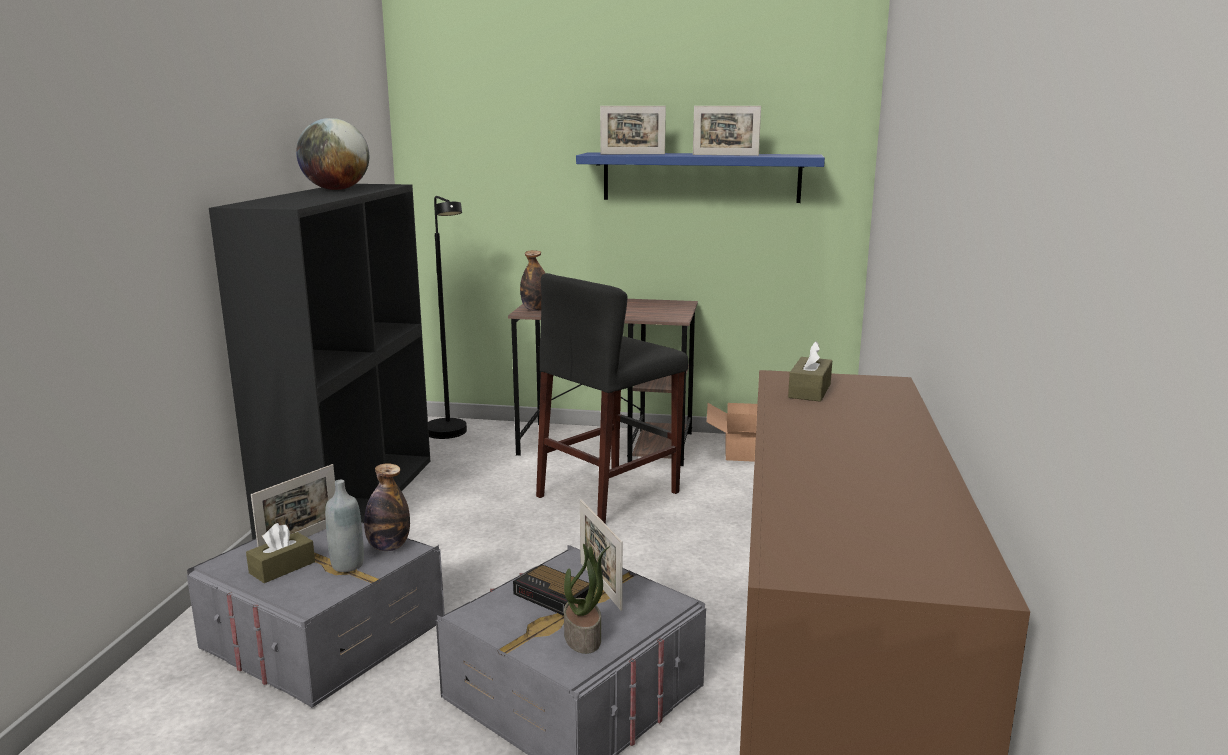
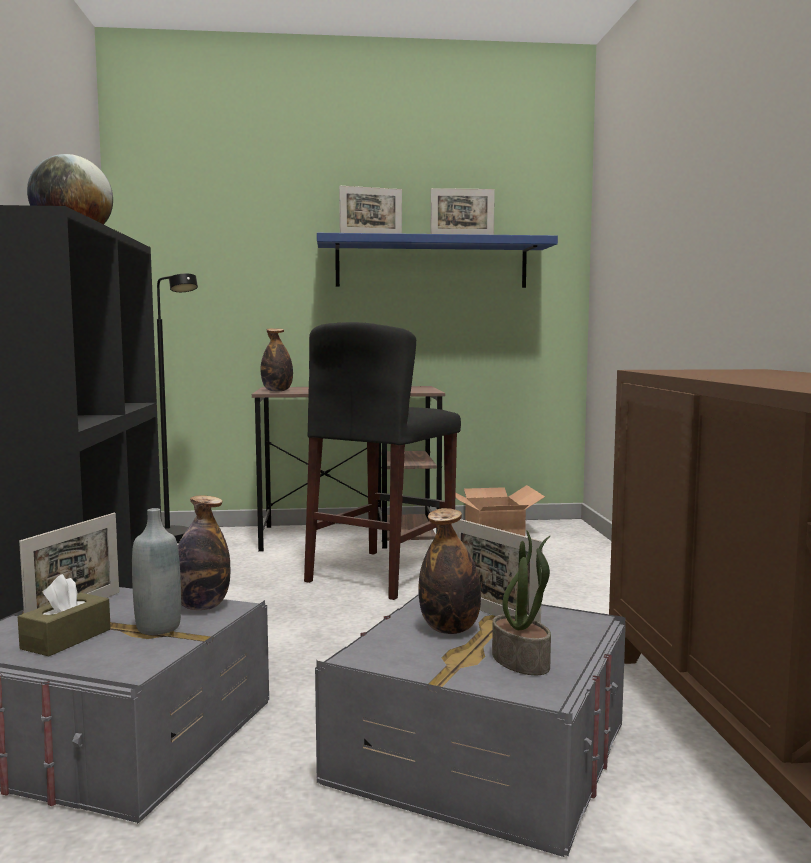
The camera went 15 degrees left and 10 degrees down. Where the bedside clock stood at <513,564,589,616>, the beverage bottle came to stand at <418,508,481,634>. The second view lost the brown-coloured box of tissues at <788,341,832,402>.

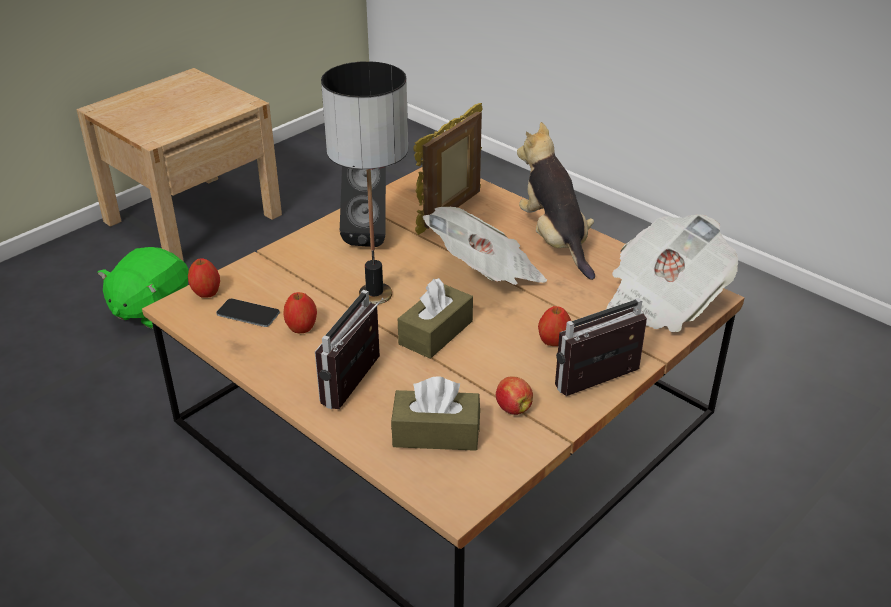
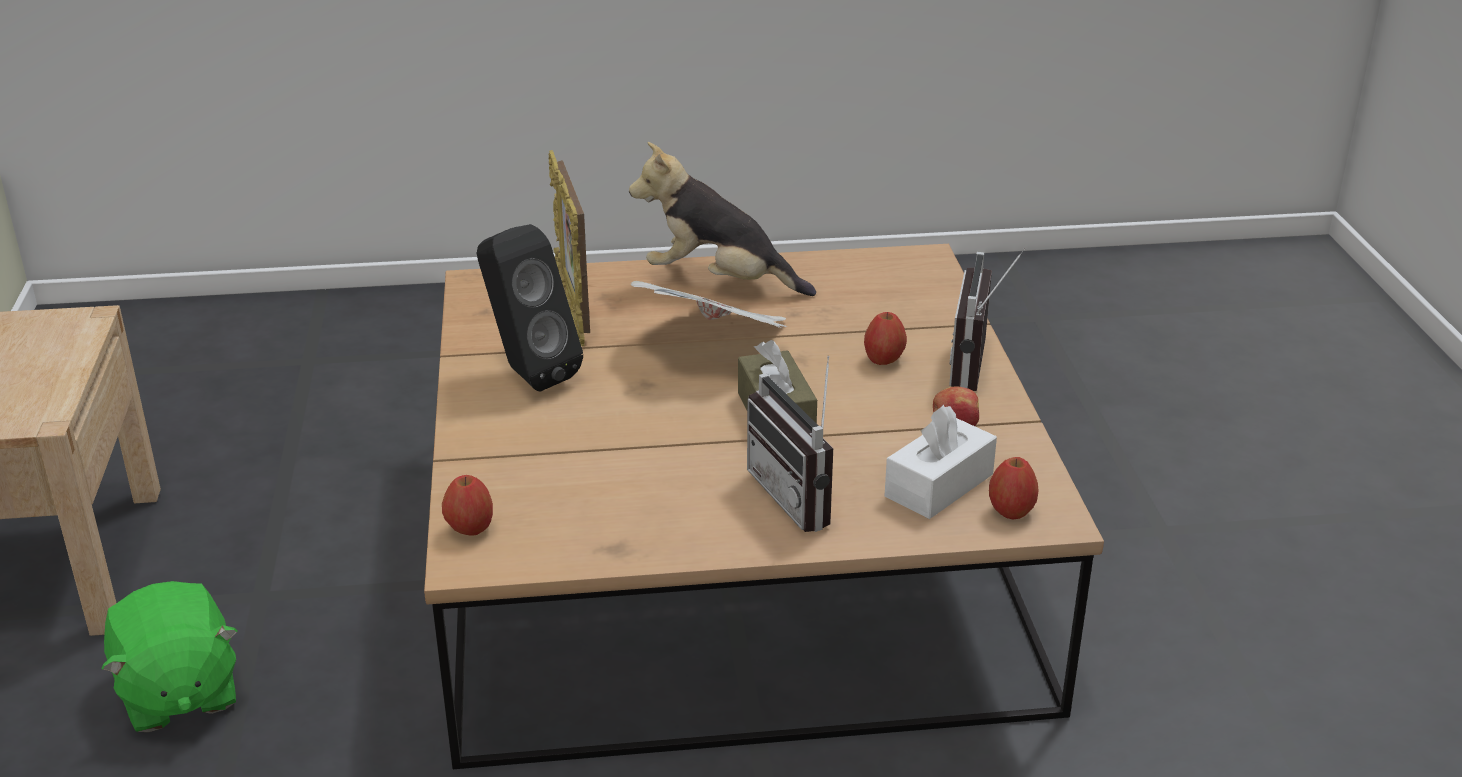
The camera went 50 degrees left and 5 degrees down. The second view lost the phone at <216,299,280,327>. The whole apple ended up elsewhere, having gone from <283,292,317,333> to <989,457,1038,519>. The second view lost the table lamp at <321,61,408,304>. What was the brown-coloured box of tissues at <391,376,480,451> turned into the white box of tissues at <885,405,997,519>. The second view lost the printed paper at <607,214,738,332>.

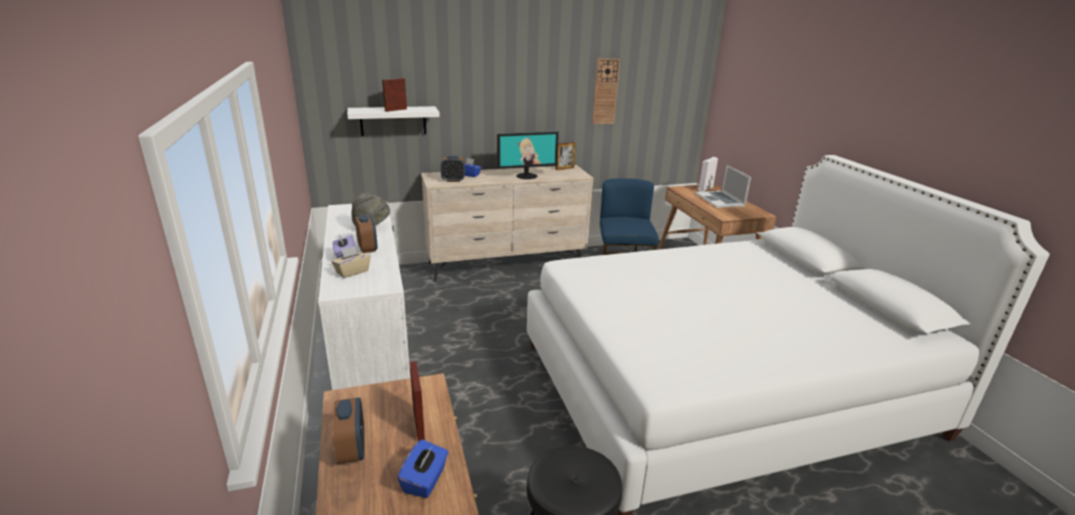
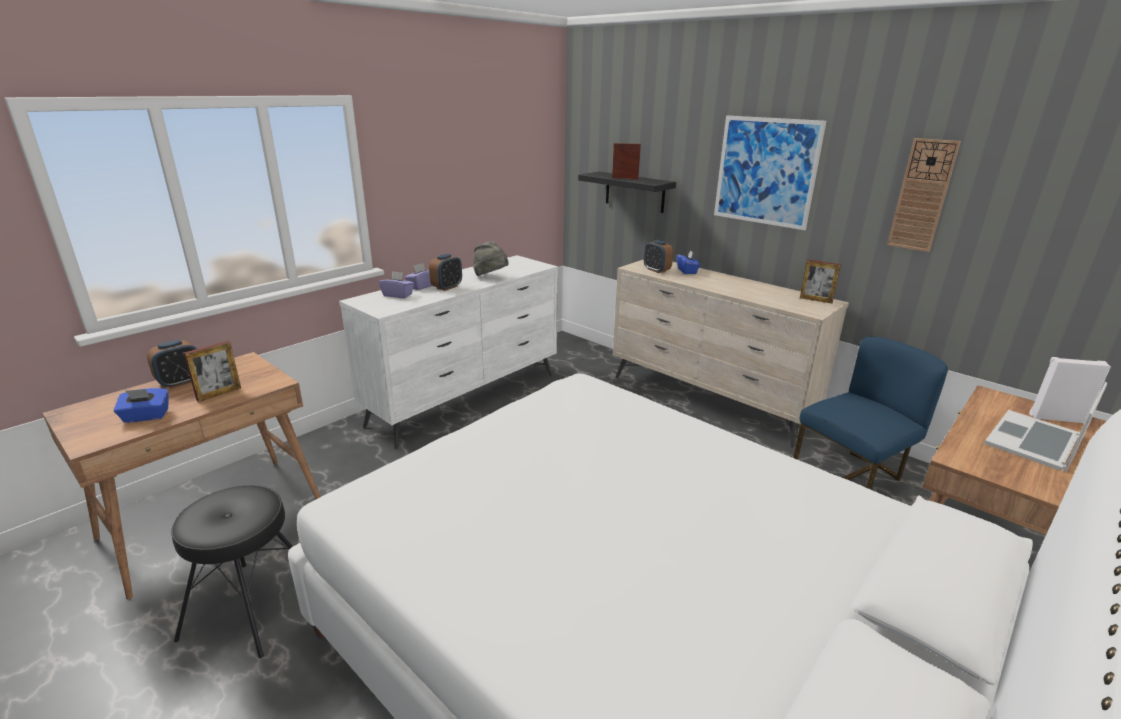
The camera went 60 degrees right and 0 degrees up. What was the beige-coloured box of tissues at <331,246,370,278> turned into the purple box of tissues at <379,271,414,298>. What was the white bracket shelf at <347,106,440,136> turned into the blackish bracket shelf at <578,172,676,213>. The second view lost the computer screen at <497,131,559,179>. The second view gained the picture at <714,116,826,230>.

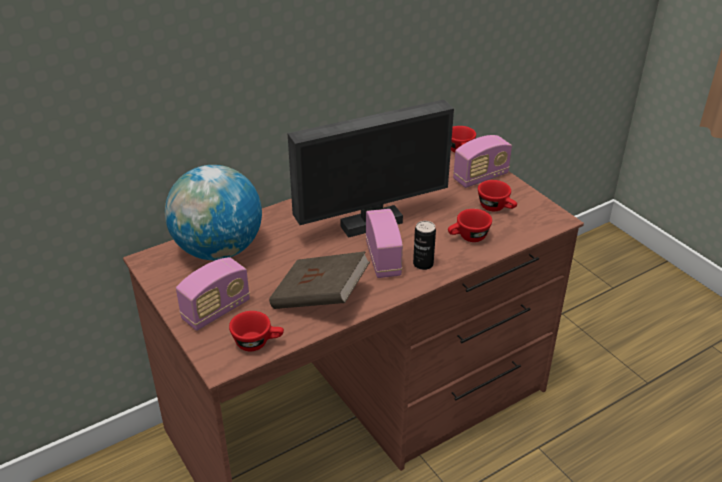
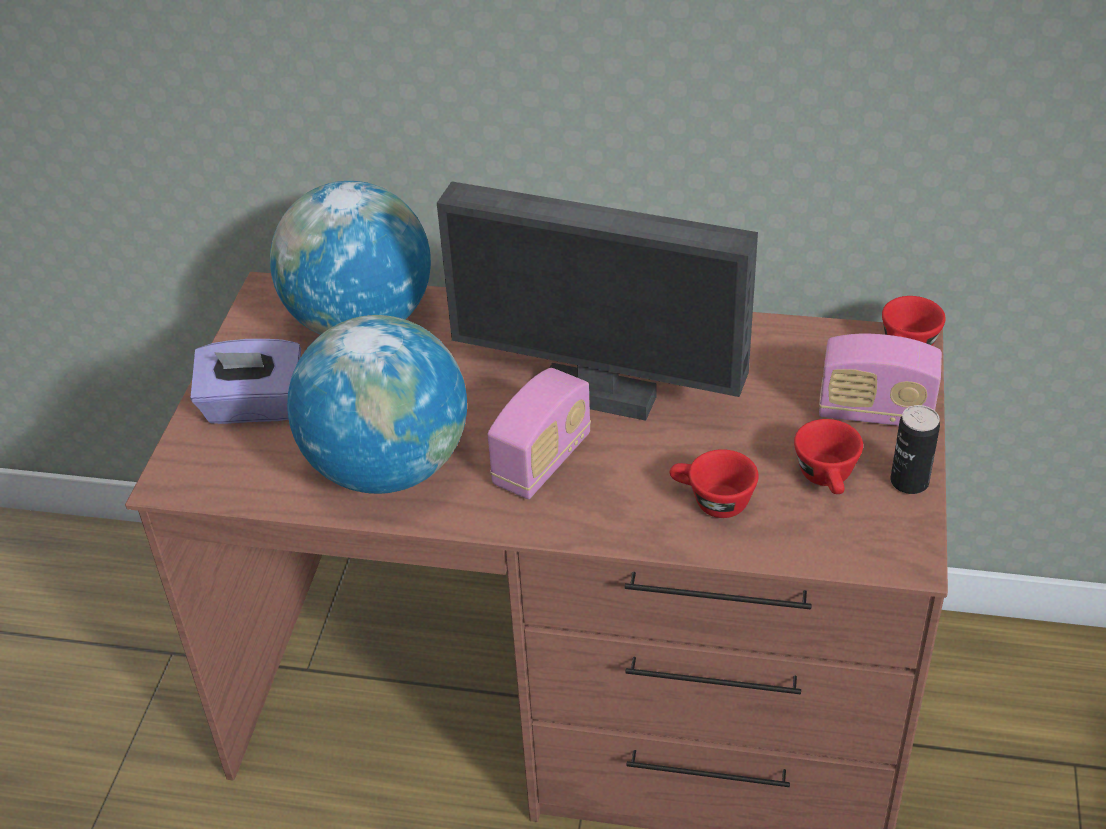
The camera went 45 degrees right and 5 degrees up. Where the radio stood at <176,257,250,331>, the purple box of tissues came to stand at <190,339,301,424>. The second view lost the reddish small cup at <229,311,284,352>. Where the brown-coloured volume stood at <269,251,370,309>, the globe came to stand at <287,315,467,494>. The can ended up elsewhere, having gone from <413,221,436,270> to <890,405,940,494>.

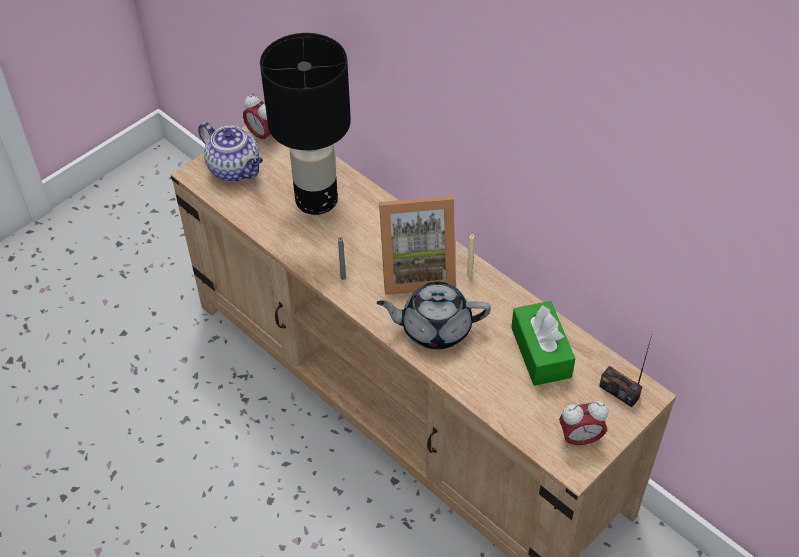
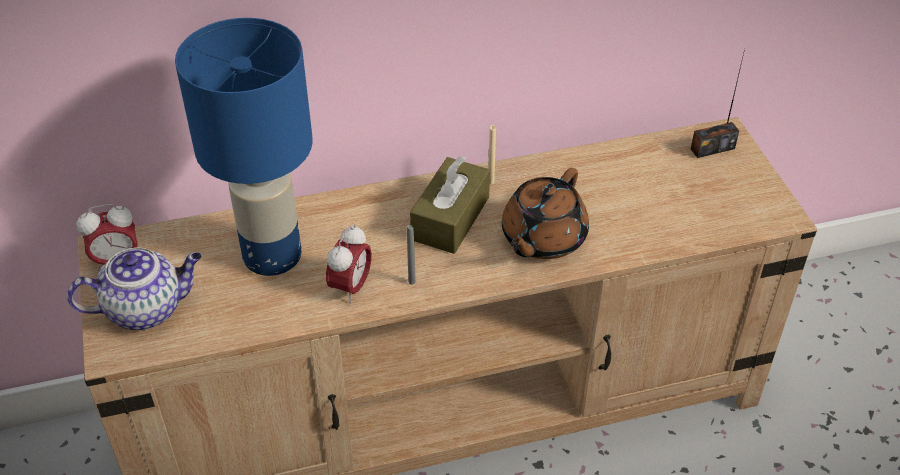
The camera went 60 degrees left and 5 degrees down. What was the blackish table lamp at <260,33,351,215> turned into the bluish table lamp at <175,18,313,276>. What was the greyish pot for tea at <376,282,491,349> turned into the brown-coloured pot for tea at <502,168,589,259>. Where the picture frame stood at <379,195,456,295>, the brown-coloured box of tissues came to stand at <410,156,490,254>. The second view lost the green-coloured box of tissues at <511,301,575,386>. The bedside clock ended up elsewhere, having gone from <559,401,608,448> to <326,224,372,304>.

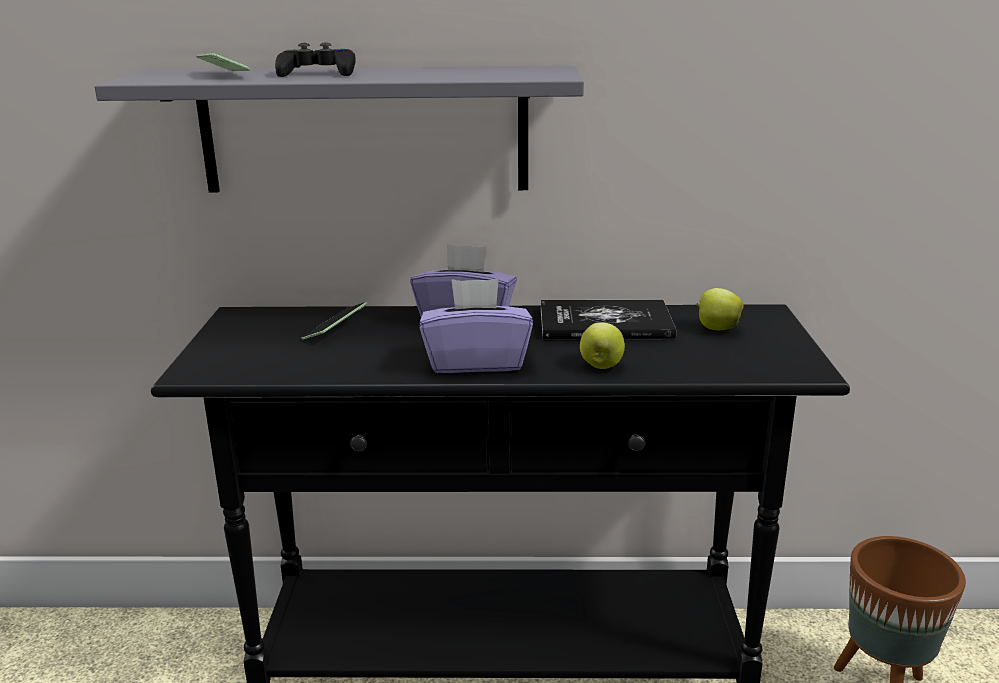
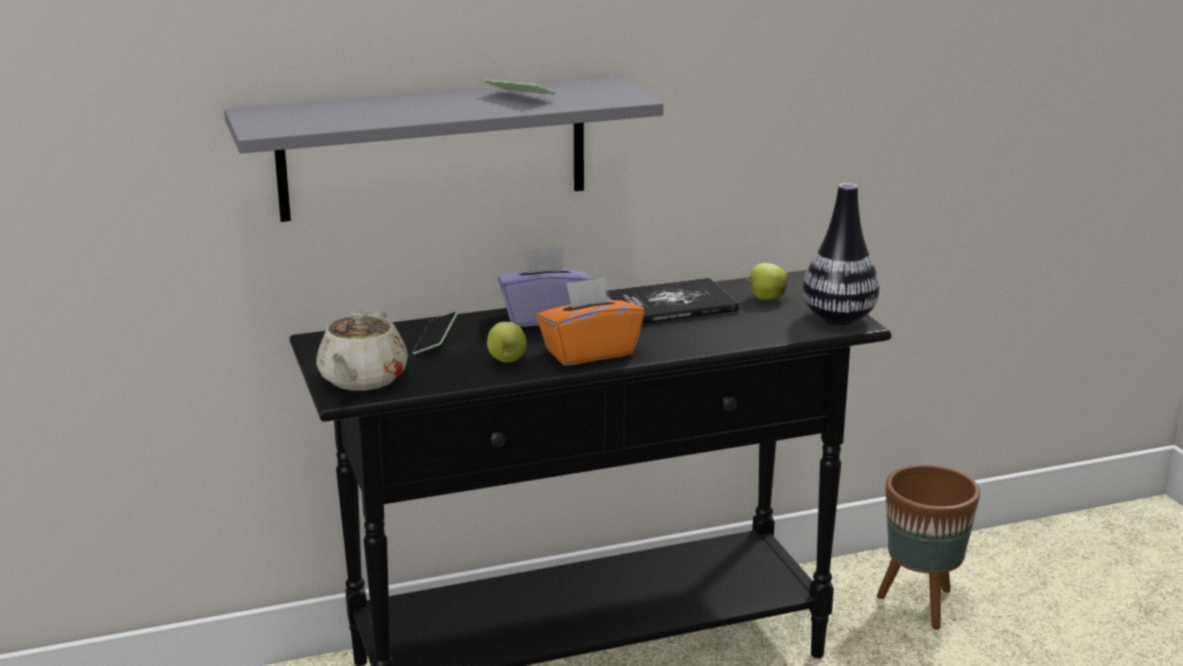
The camera went 20 degrees left and 0 degrees up. The phone ended up elsewhere, having gone from <196,53,251,71> to <485,80,555,94>. The second view lost the blackish joypad at <275,42,356,77>. What was the purple box of tissues at <419,279,533,373> turned into the orangey box of tissues at <536,277,644,366>. The whole apple ended up elsewhere, having gone from <580,322,625,369> to <487,322,527,363>. The second view gained the beige-coloured pot for tea at <316,311,408,391>. The second view gained the decorative vase at <803,183,879,325>.

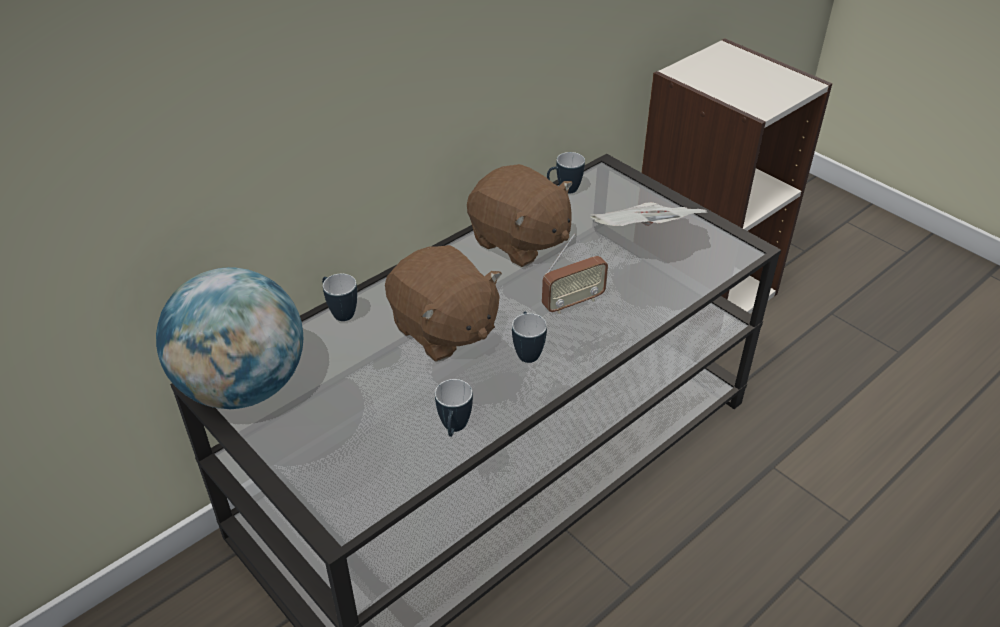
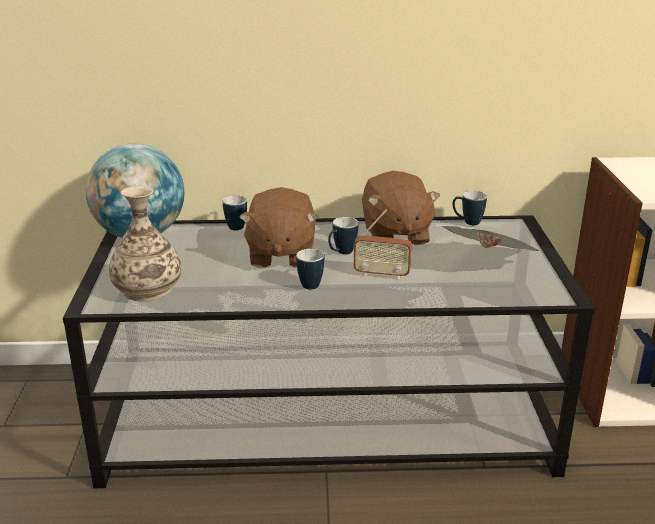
The camera went 40 degrees right and 15 degrees down. The tea mug ended up elsewhere, having gone from <435,379,473,437> to <328,217,358,254>. The second view gained the decorative vase at <109,186,181,301>.

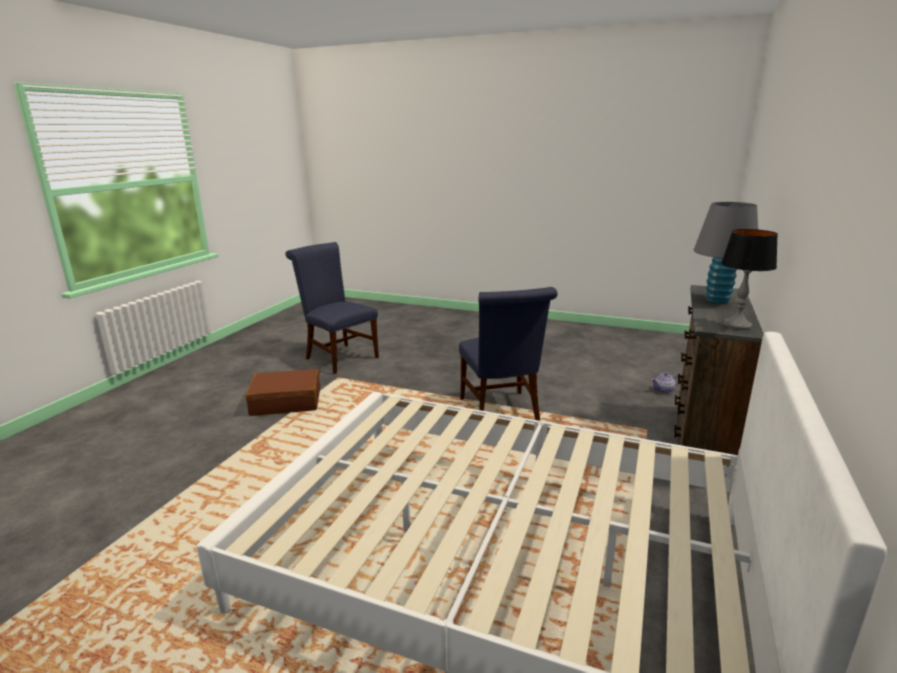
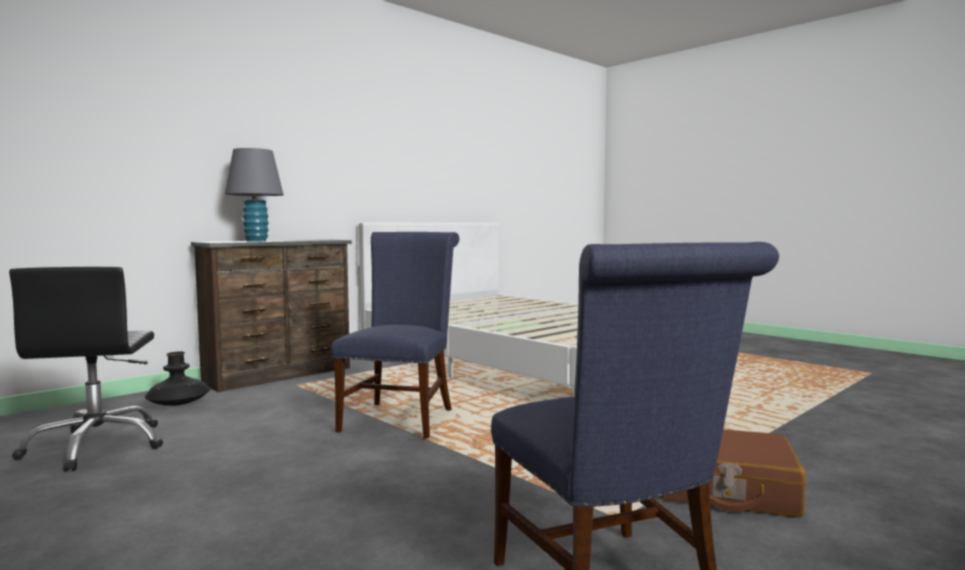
The camera went 155 degrees left and 15 degrees down. Where the pot for tea stood at <651,373,678,393>, the blackish decorative vase came to stand at <145,351,210,406>. The second view lost the table lamp at <721,229,778,330>. The second view gained the blackish office chair at <9,267,163,472>.

